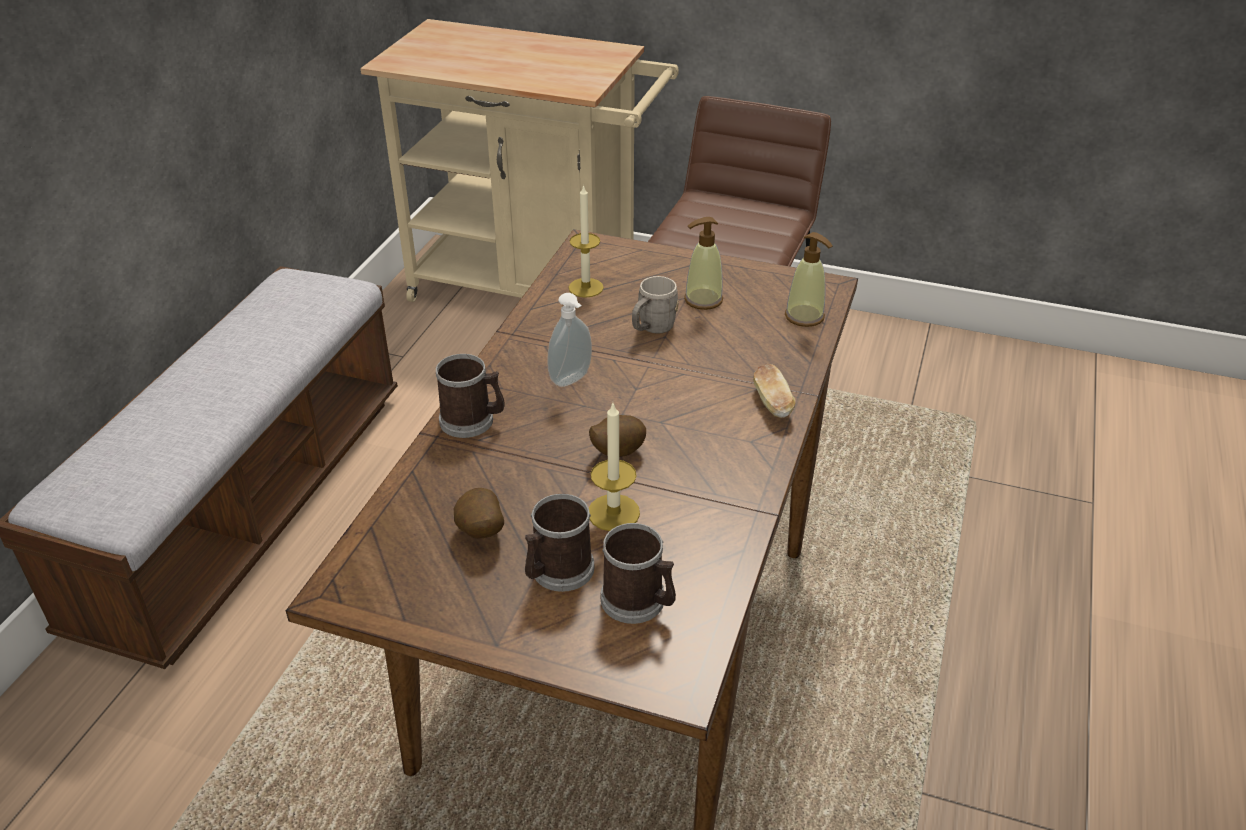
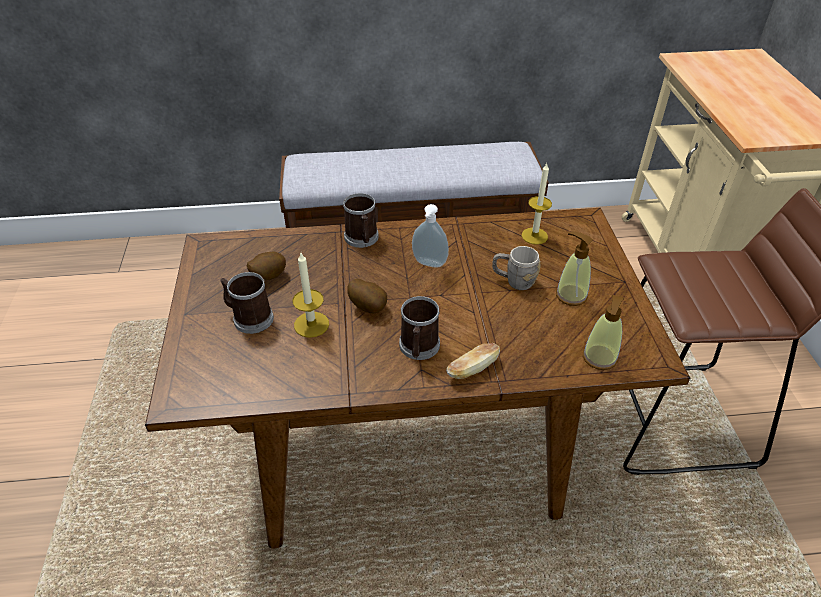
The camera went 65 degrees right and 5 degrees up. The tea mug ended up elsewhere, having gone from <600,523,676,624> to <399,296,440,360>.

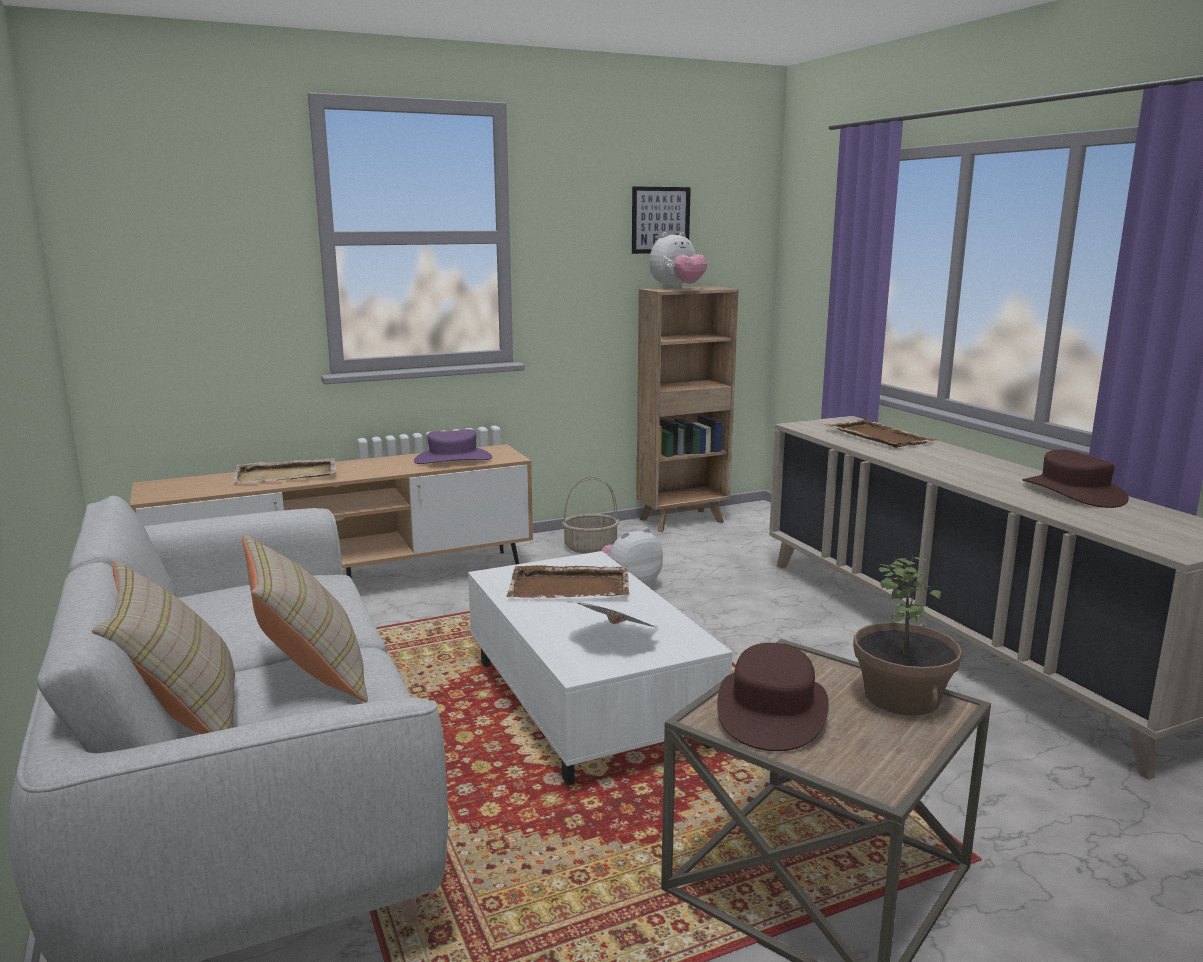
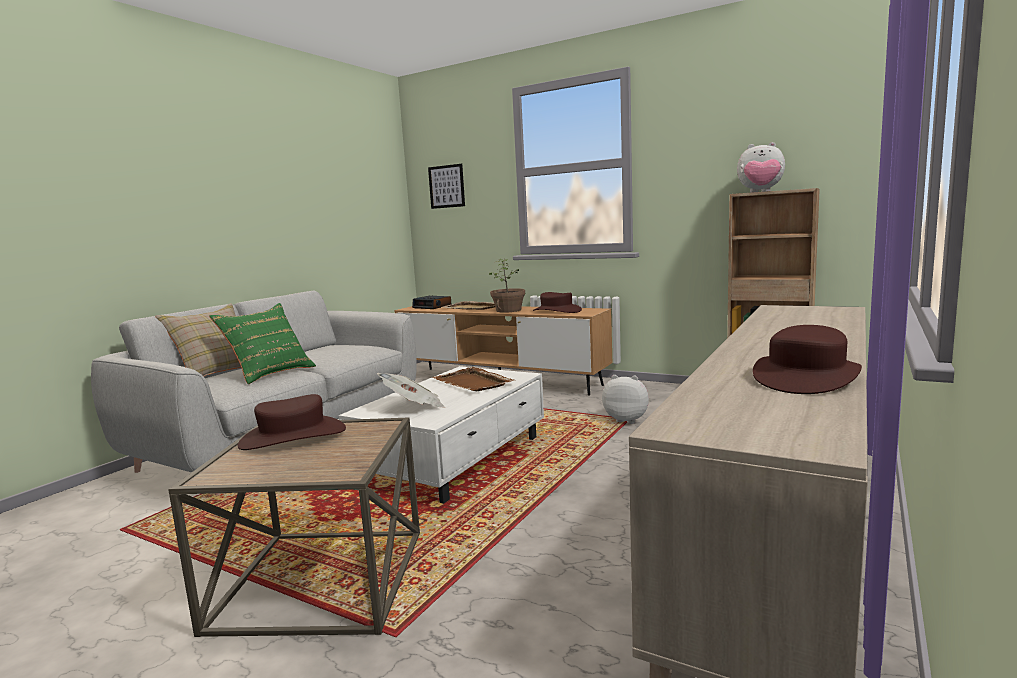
The camera went 55 degrees right and 5 degrees down. What was the beige-coloured throw pillow at <242,535,368,702> turned into the green-coloured throw pillow at <209,303,316,384>. What was the purple clothing hat at <414,429,492,464> turned into the brown-coloured clothing hat at <533,292,582,313>. The second view lost the basket at <562,477,619,554>. The picture ended up elsewhere, having gone from <632,186,691,254> to <428,164,465,209>. The second view lost the brown-coloured tray at <825,419,937,448>. The potted plant ended up elsewhere, having gone from <853,556,962,716> to <489,259,525,313>. The second view gained the bedside clock at <412,295,451,309>.

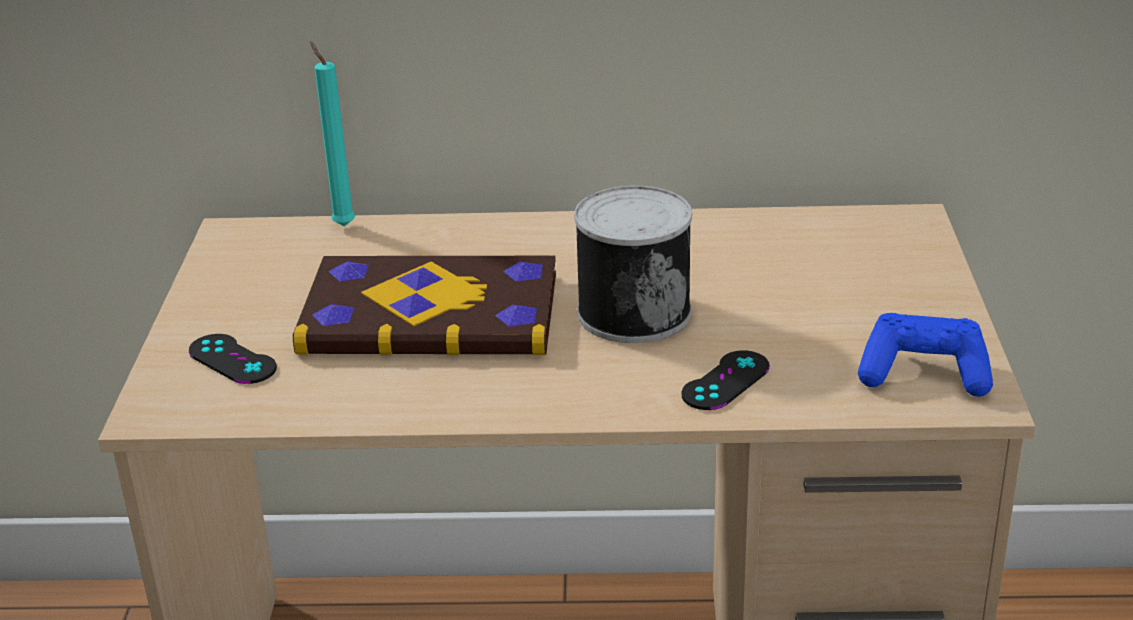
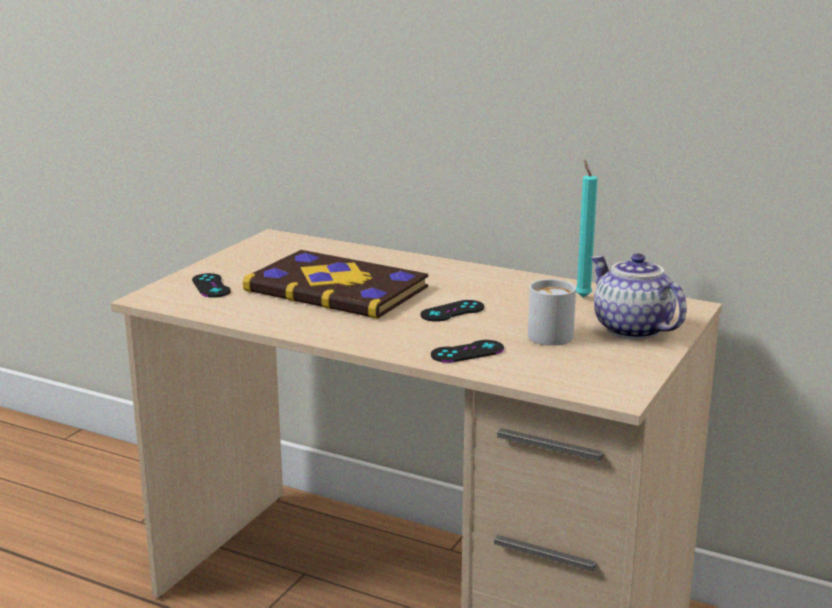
The camera went 25 degrees right and 10 degrees down. The turquoise-coloured candle ended up elsewhere, having gone from <310,41,355,226> to <576,160,598,298>. Where the can stood at <574,186,692,343>, the blackish joypad came to stand at <421,300,484,322>. The second view lost the bluish joypad at <858,313,993,397>. The second view gained the white tea mug at <528,279,576,346>. The second view gained the pot for tea at <591,254,687,340>.

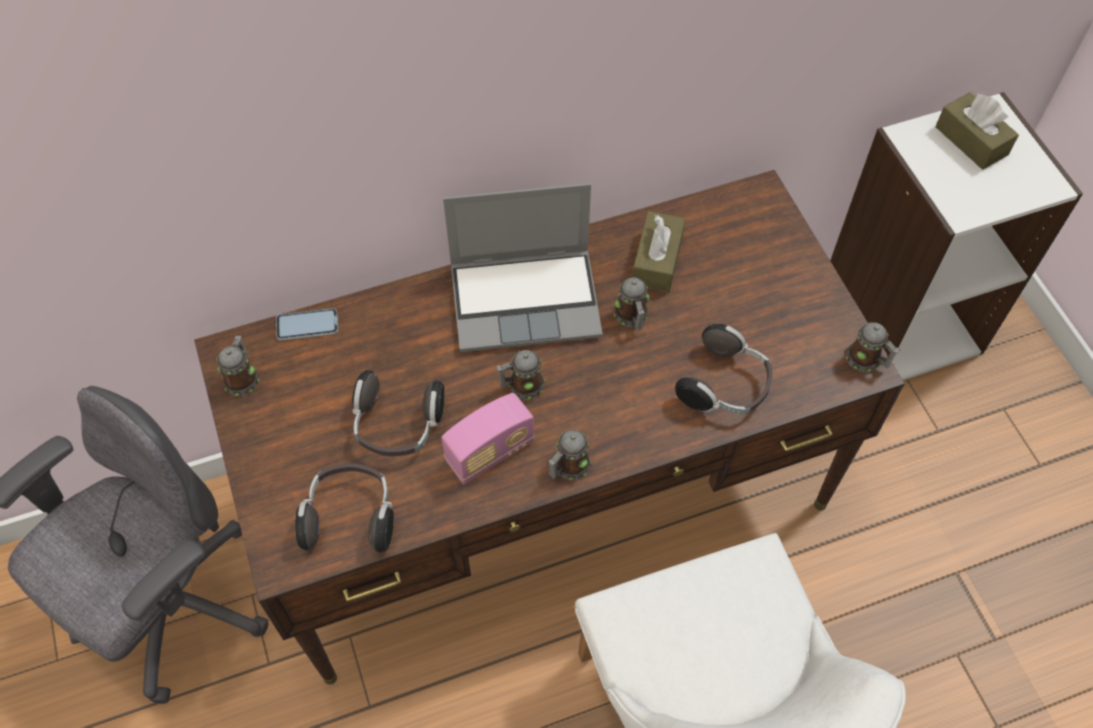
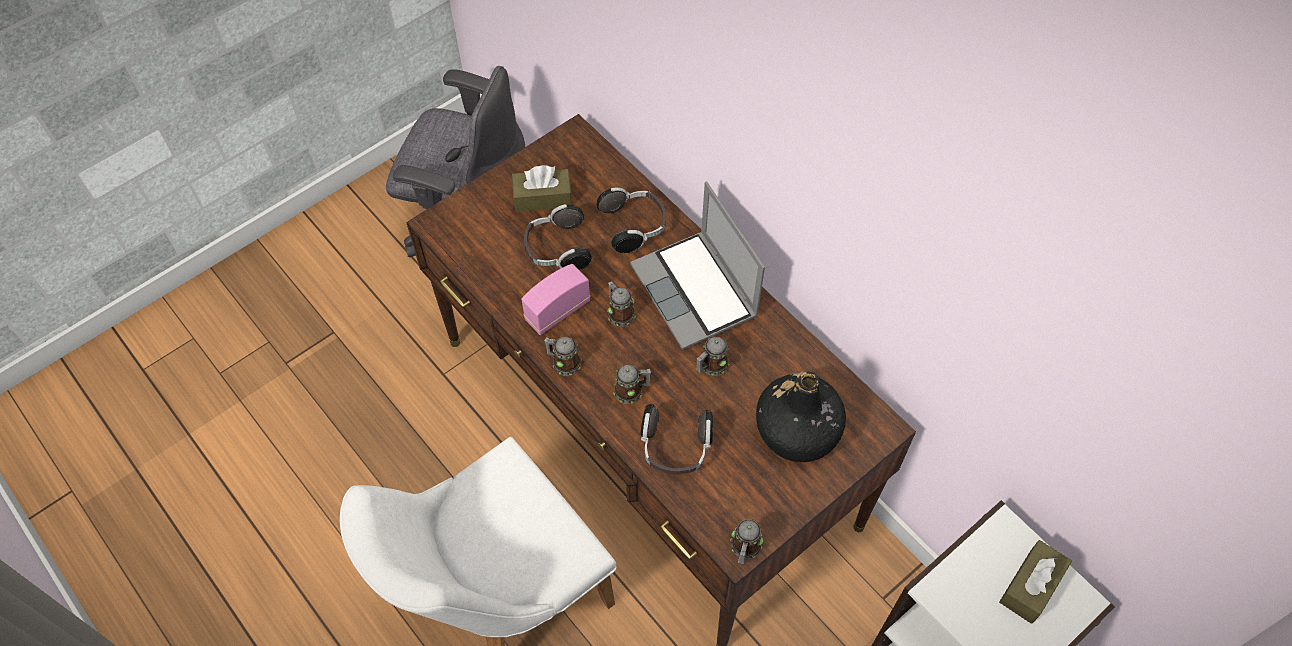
The camera went 70 degrees right and 0 degrees up. The tea mug ended up elsewhere, having gone from <216,335,260,396> to <613,365,651,404>. The second view lost the phone at <276,308,338,340>. The headset ended up elsewhere, having gone from <295,463,394,552> to <597,187,666,253>. The radio at <442,393,535,485> ended up facing another way, 105 degrees clockwise from before. The brown-coloured box of tissues ended up elsewhere, having gone from <632,211,685,293> to <512,165,572,212>. The second view gained the blackish beverage bottle at <756,372,846,462>.

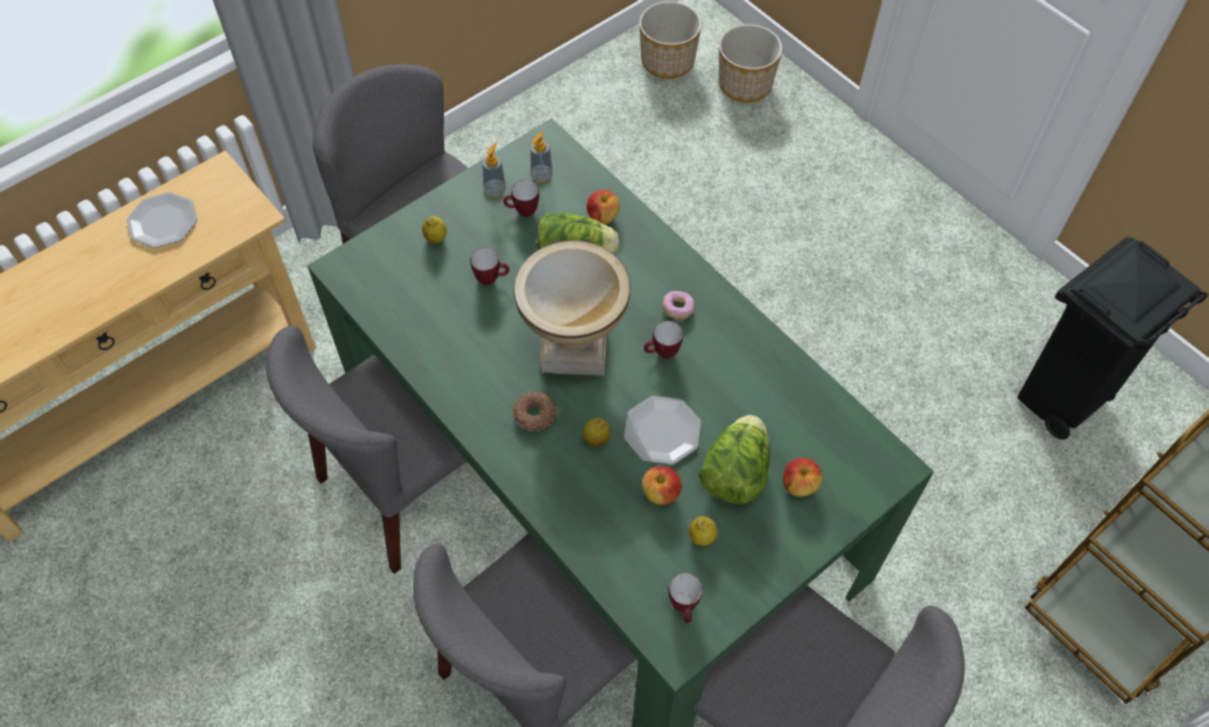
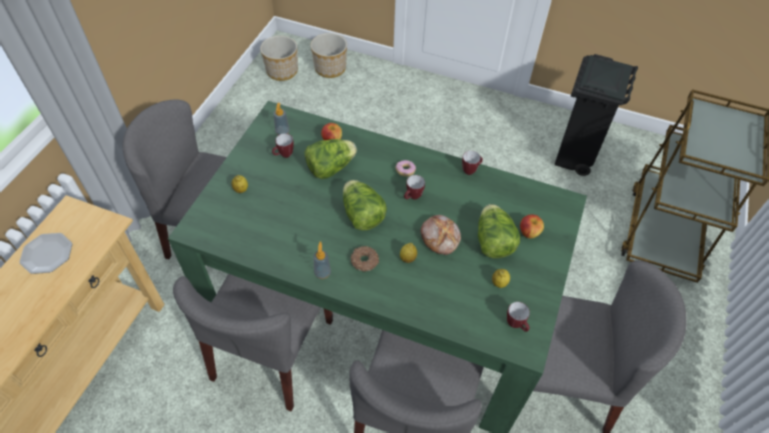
The camera went 30 degrees left and 5 degrees down. The tea mug ended up elsewhere, having gone from <470,248,509,285> to <462,151,483,175>. The soap dispenser ended up elsewhere, having gone from <482,143,506,198> to <313,241,331,279>. Where the decorative vase stood at <514,240,631,376>, the lettuce head came to stand at <343,180,387,230>. Where the flat dish stood at <624,396,701,465>, the baked bread came to stand at <421,215,461,255>. The second view lost the whole apple at <642,466,682,505>.

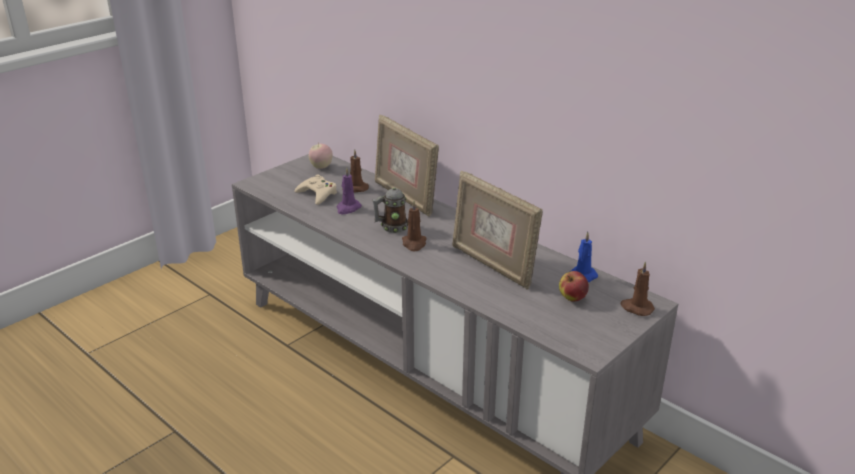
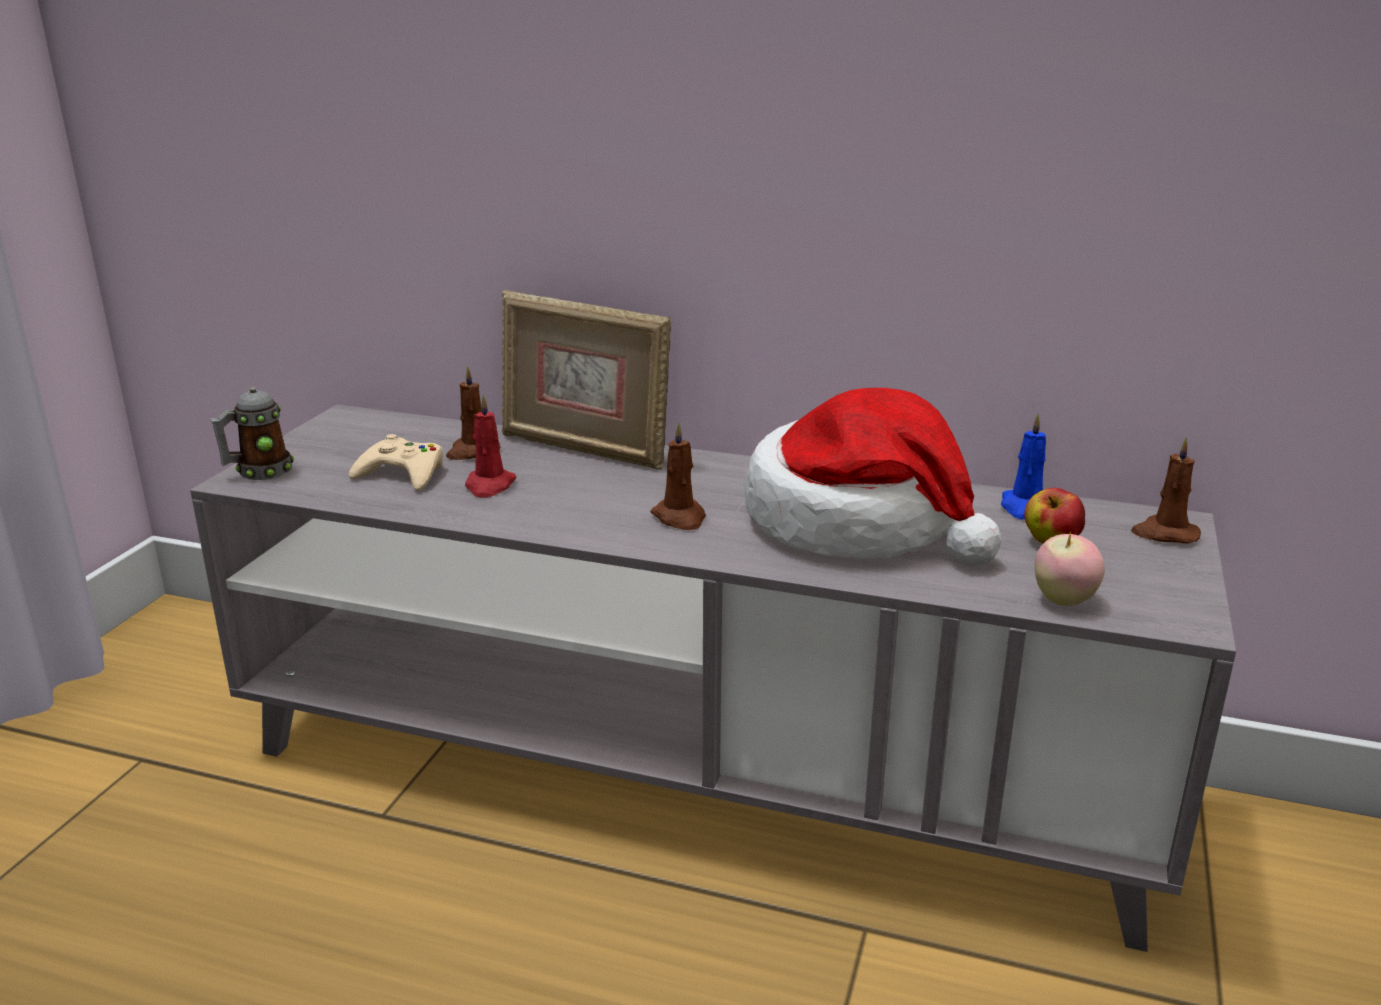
The camera went 25 degrees left and 5 degrees down. The whole apple ended up elsewhere, having gone from <309,144,332,169> to <1035,532,1105,606>. What was the purple candle at <337,167,362,214> turned into the reddish candle at <465,395,516,497>. The tea mug ended up elsewhere, having gone from <372,187,408,233> to <210,388,294,480>. Where the picture frame stood at <452,171,543,289>, the clothing hat came to stand at <745,388,1001,566>.

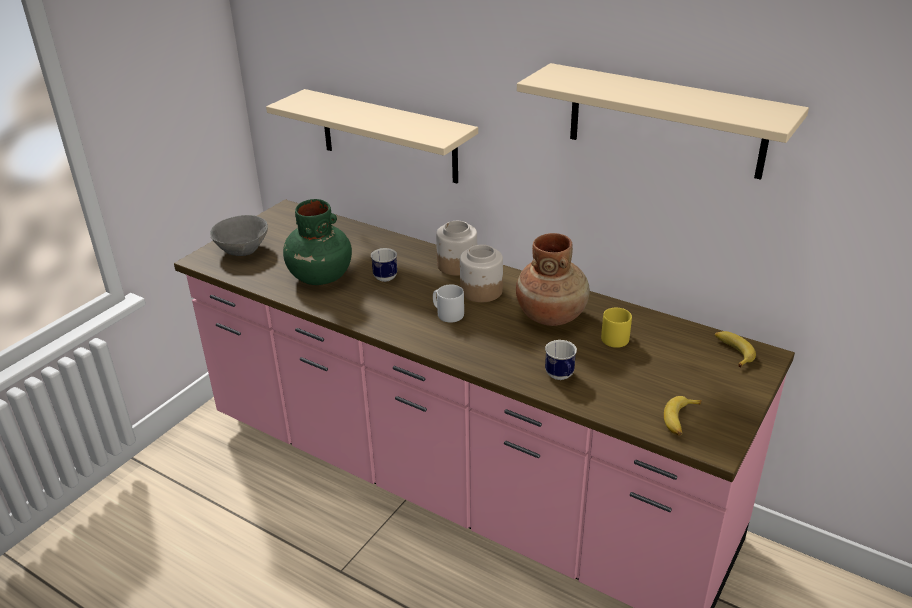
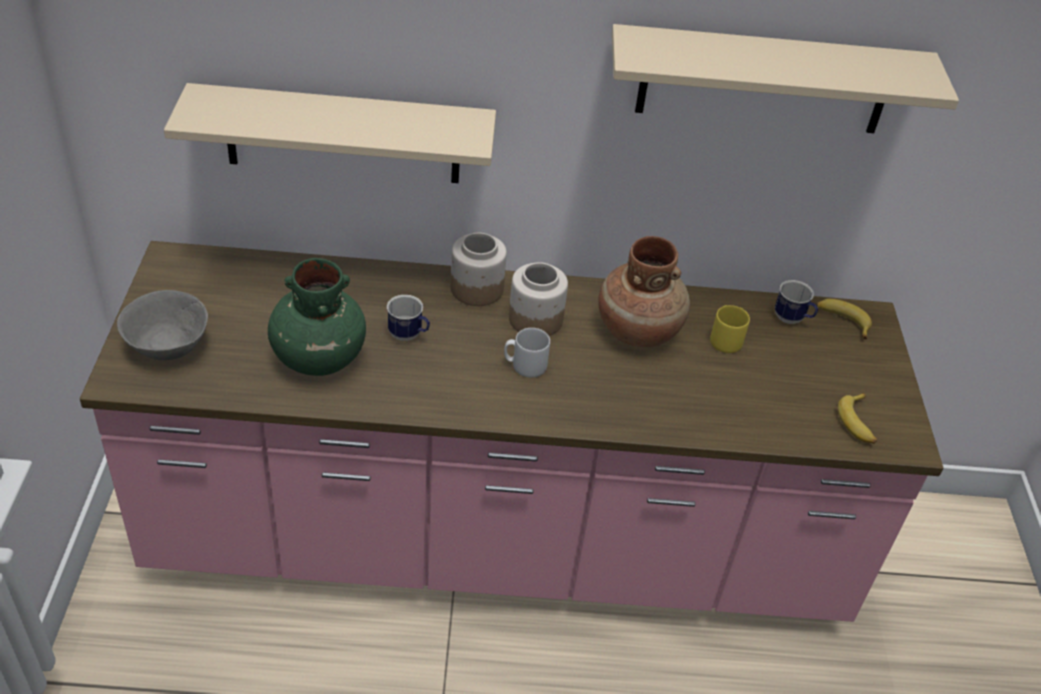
The camera went 35 degrees left and 10 degrees up. The tea mug ended up elsewhere, having gone from <545,340,577,380> to <775,280,818,324>.

